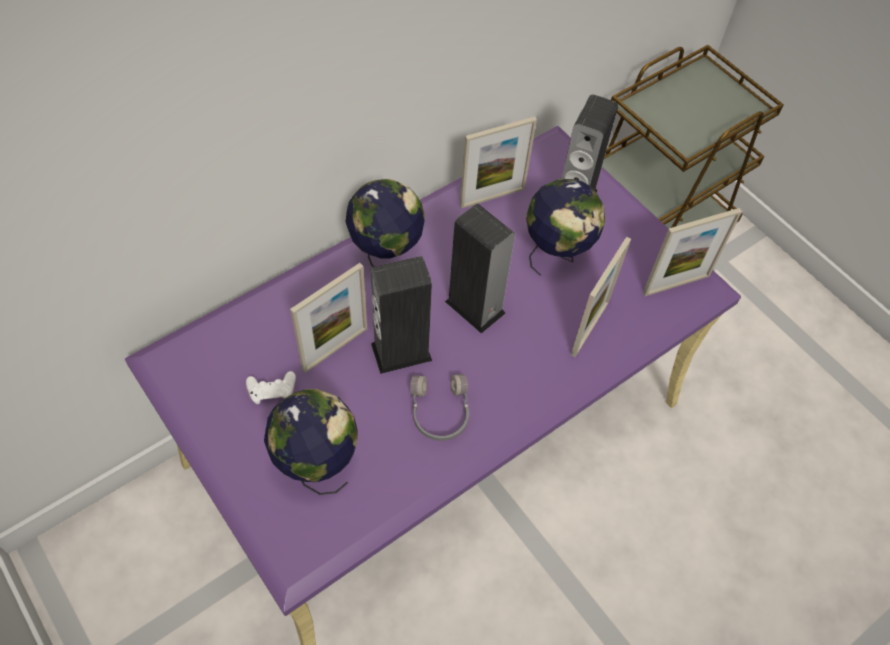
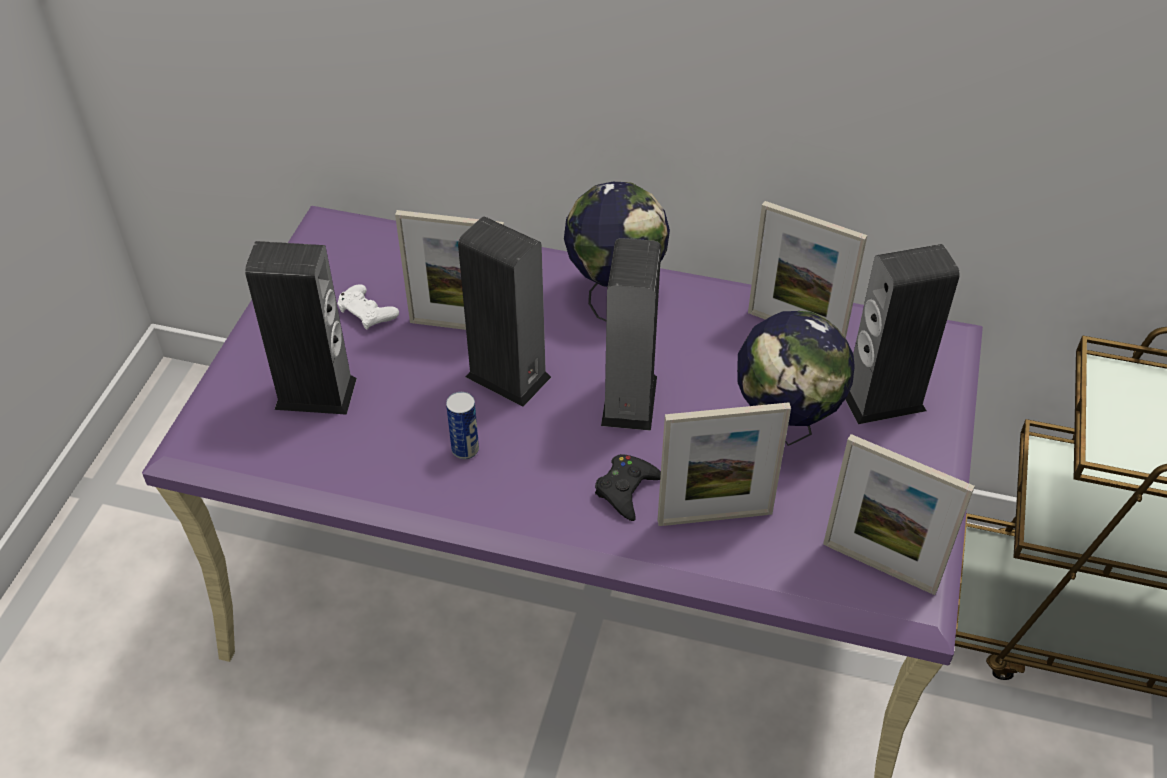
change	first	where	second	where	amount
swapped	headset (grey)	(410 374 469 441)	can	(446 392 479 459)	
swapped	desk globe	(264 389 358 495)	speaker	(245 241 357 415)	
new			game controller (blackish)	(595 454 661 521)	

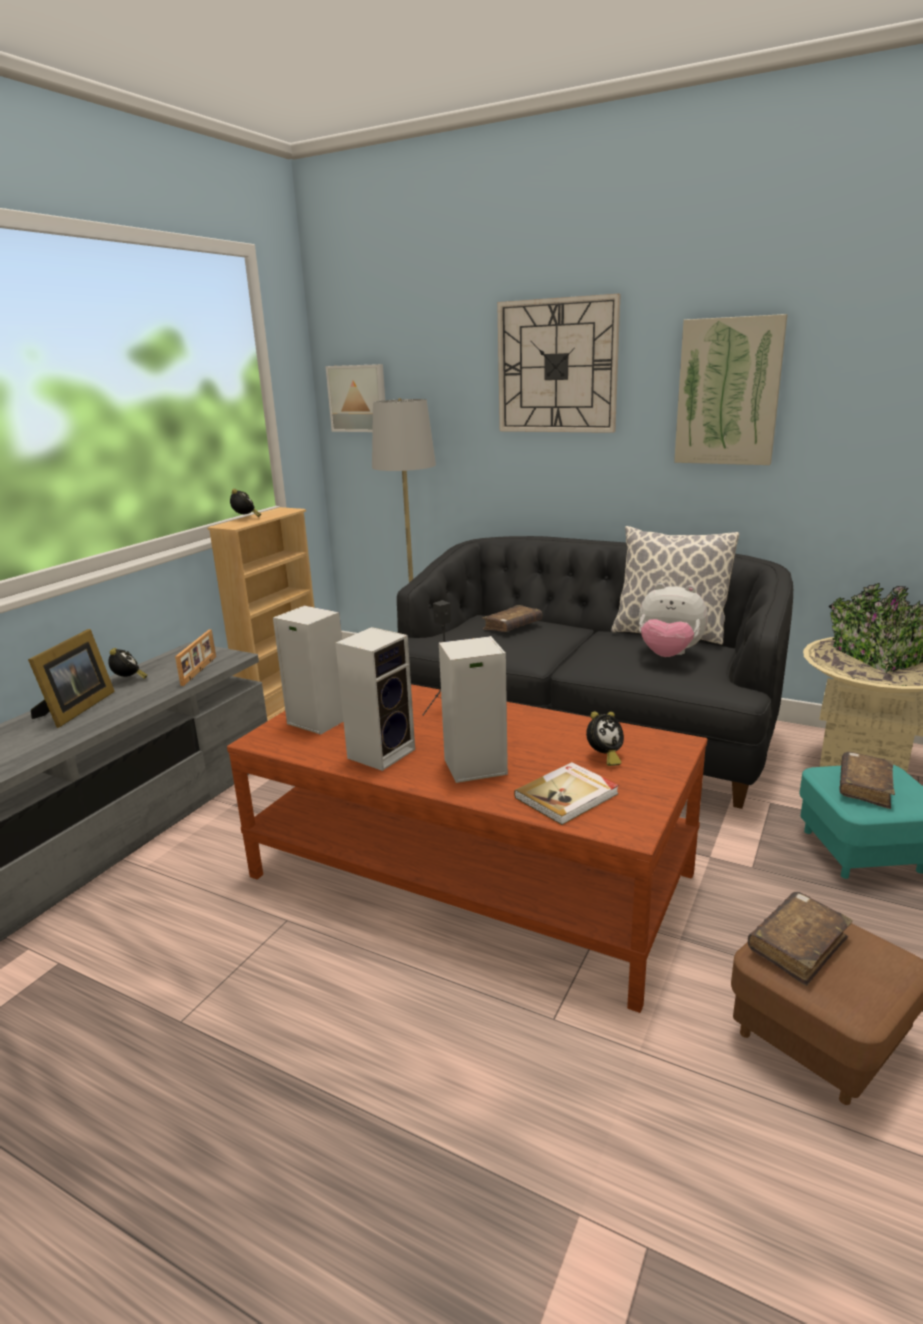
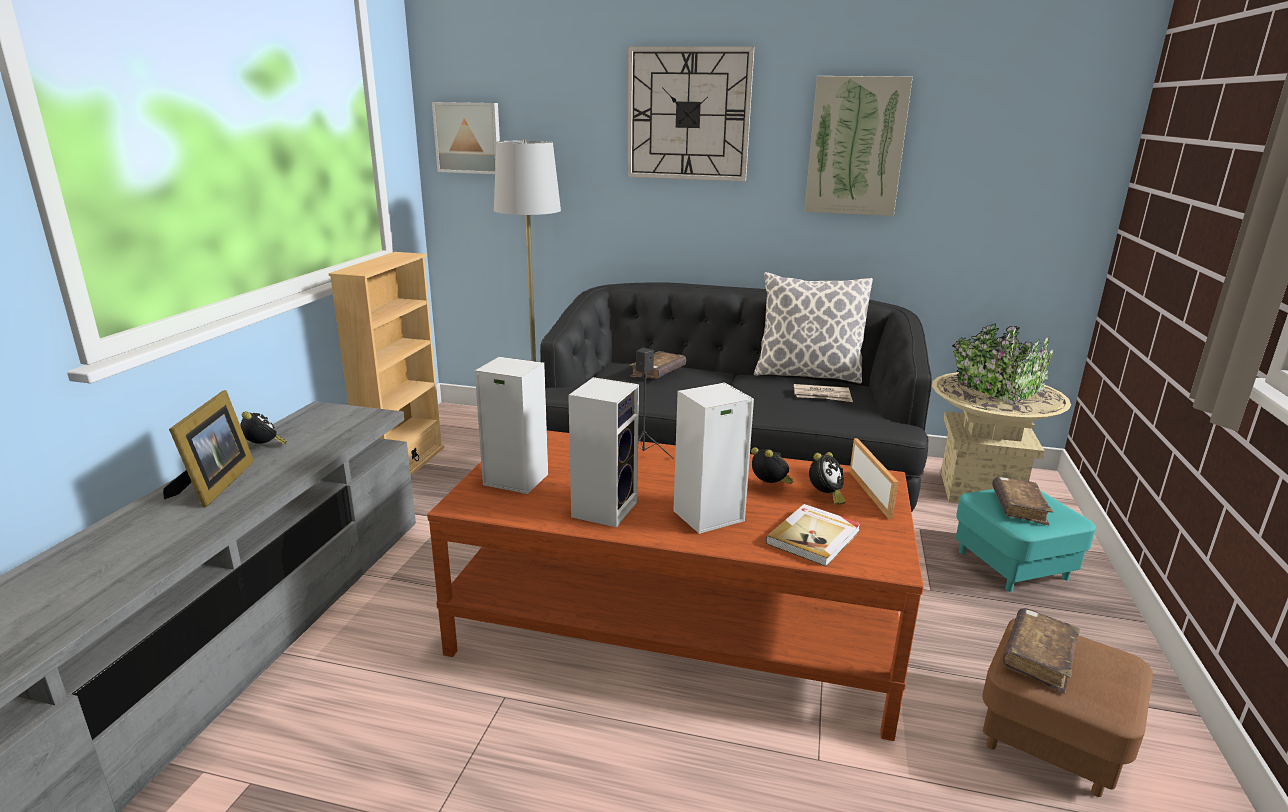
change	first	where	second	where	amount
shifted	table clock	(230 489 261 517)		(751 447 794 484)	
swapped	soft toy	(639 583 708 657)	printed paper	(794 384 853 402)	
shifted	picture frame	(175 630 216 686)		(850 438 898 519)	

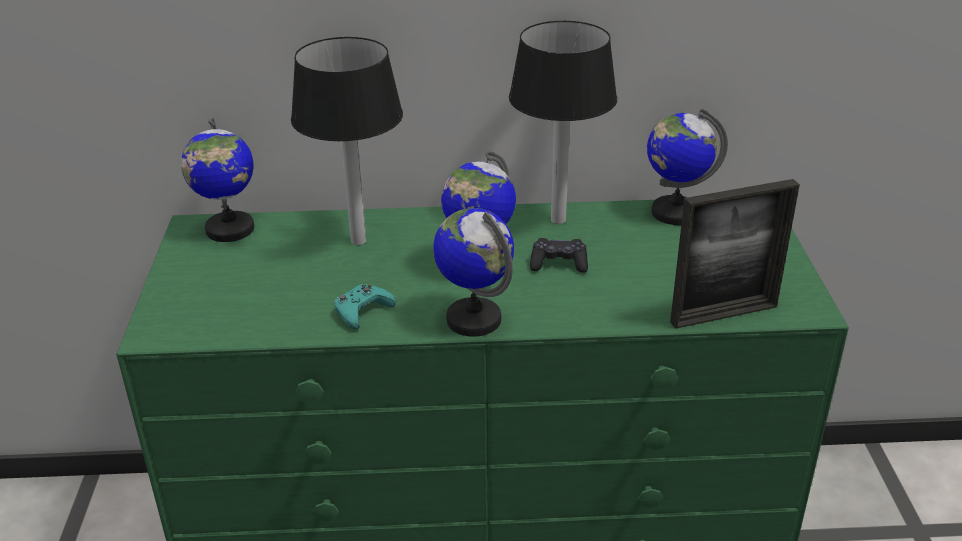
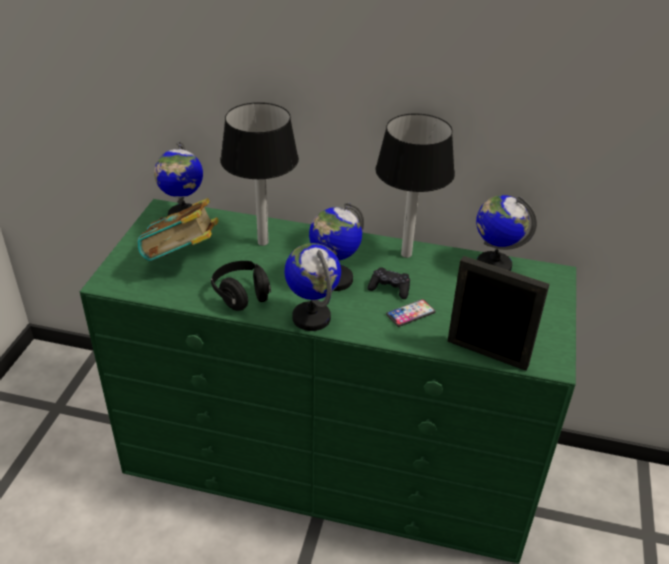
change	first	where	second	where	amount
rotated	picture frame	(670 179 800 329)		(447 256 550 371)	150 degrees counterclockwise
swapped	game controller (blue-green)	(334 284 396 330)	headset (blackish)	(211 261 271 311)	
new			bound book	(137 198 219 261)	
new			handset	(386 299 435 327)	

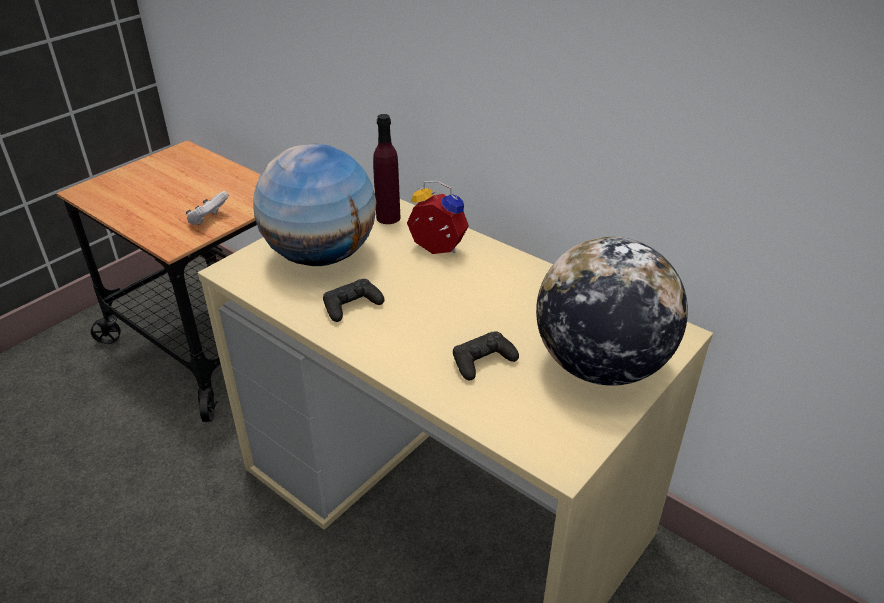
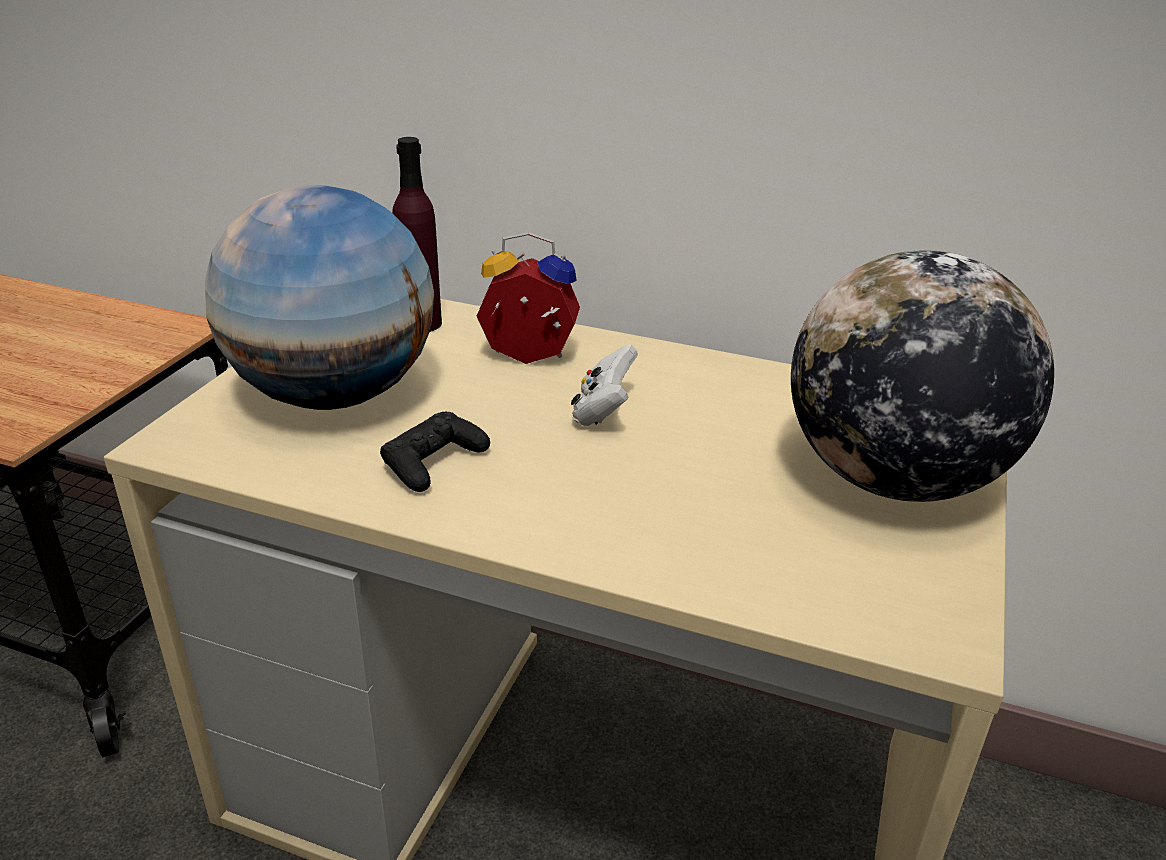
change	first	where	second	where	amount
shifted	game controller (whitish)	(186 191 229 225)		(571 345 638 426)	
gone	game controller (blackish)	(453 331 519 380)			

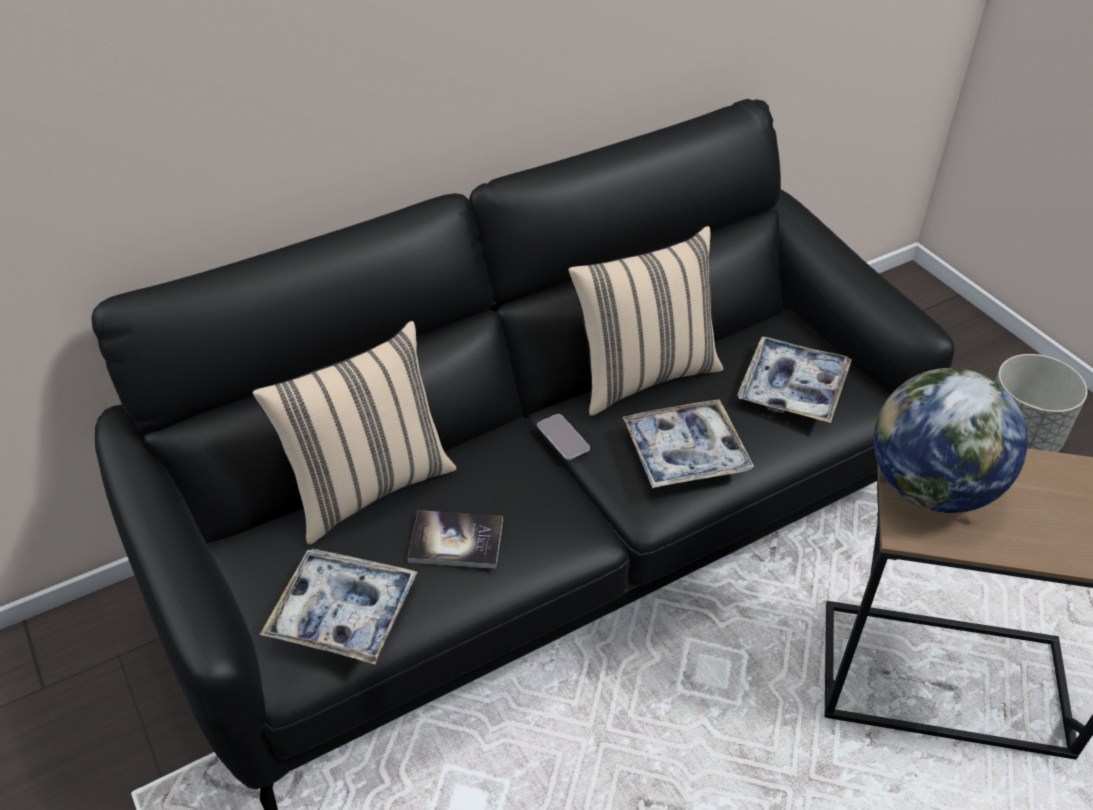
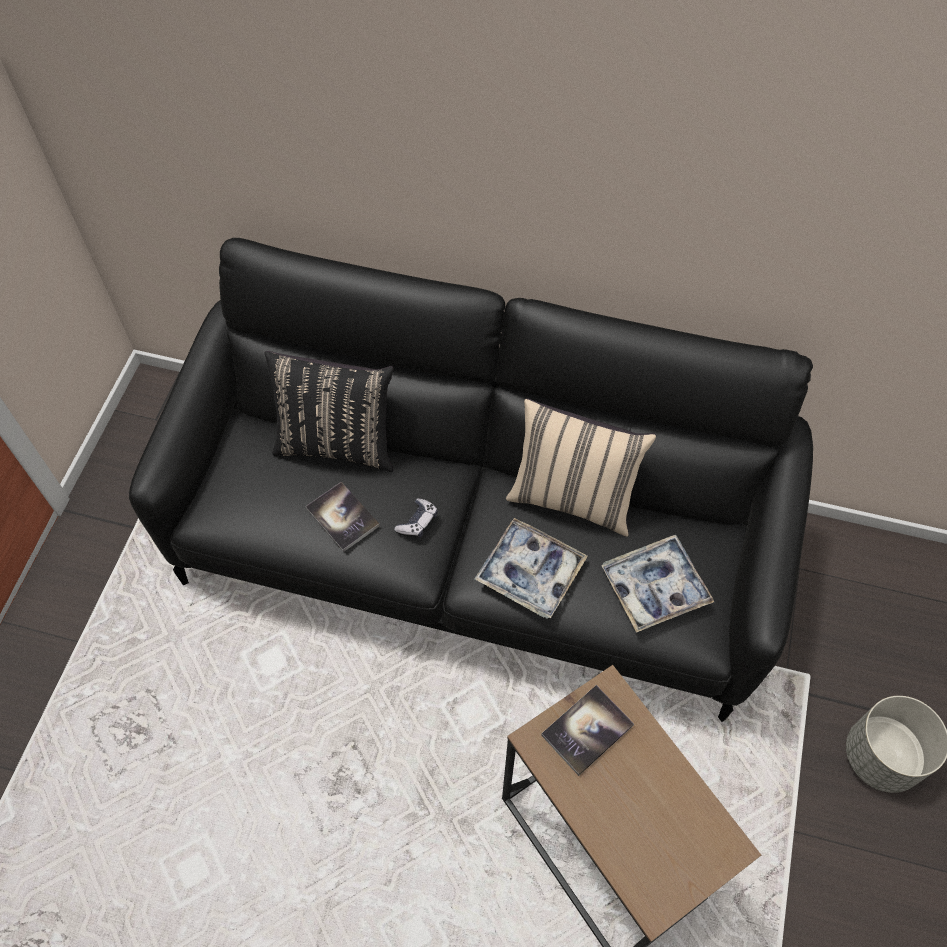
change	first	where	second	where	amount
repainted	cushion (sand-coloured)	(252 321 457 545)	cushion (blackish)	(264 351 394 472)	
swapped	desk globe	(874 368 1028 513)	bound book	(541 685 634 776)	
gone	handset	(537 414 590 460)			
gone	serving tray	(260 549 418 664)			
new			game controller	(394 498 438 538)	

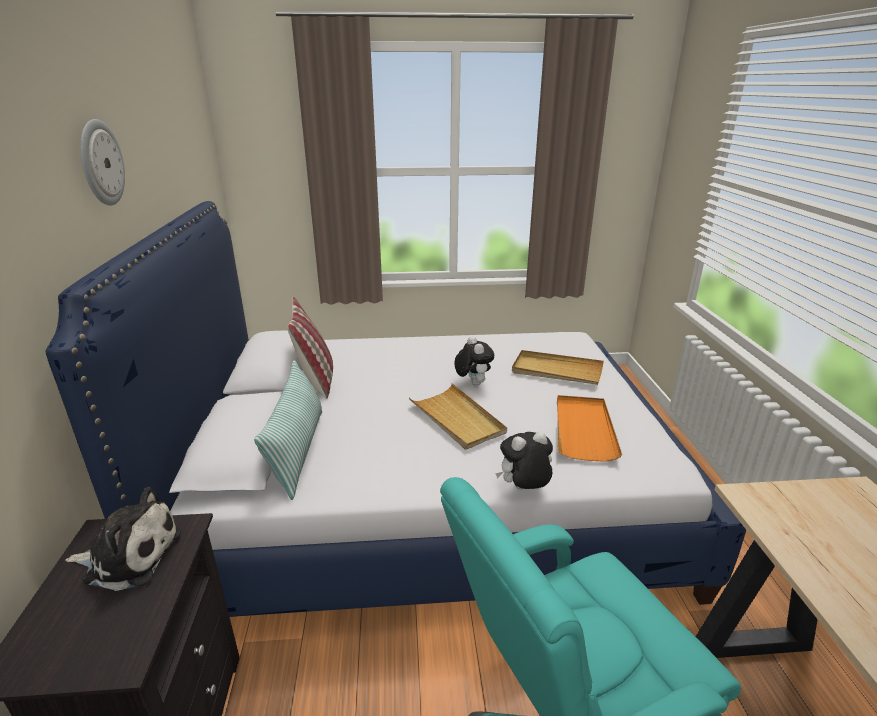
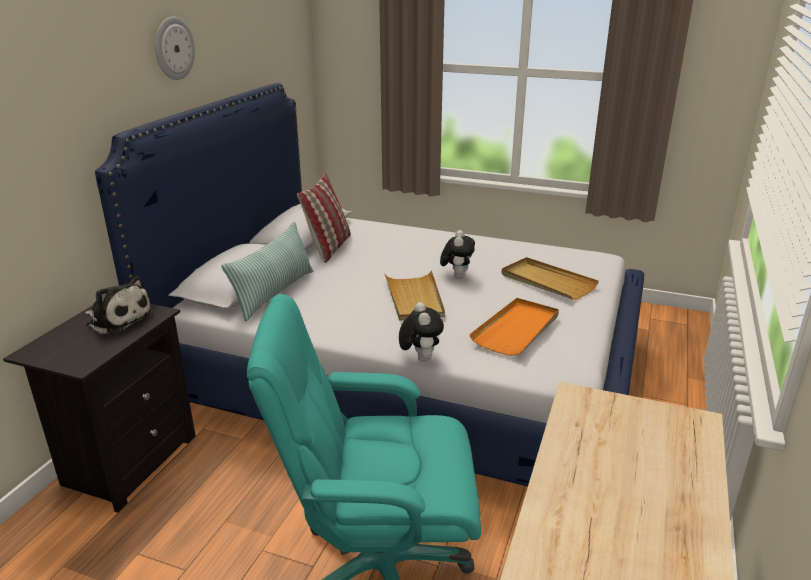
change	first	where	second	where	amount
rotated	soft toy	(495 431 553 490)		(399 302 444 361)	75 degrees clockwise

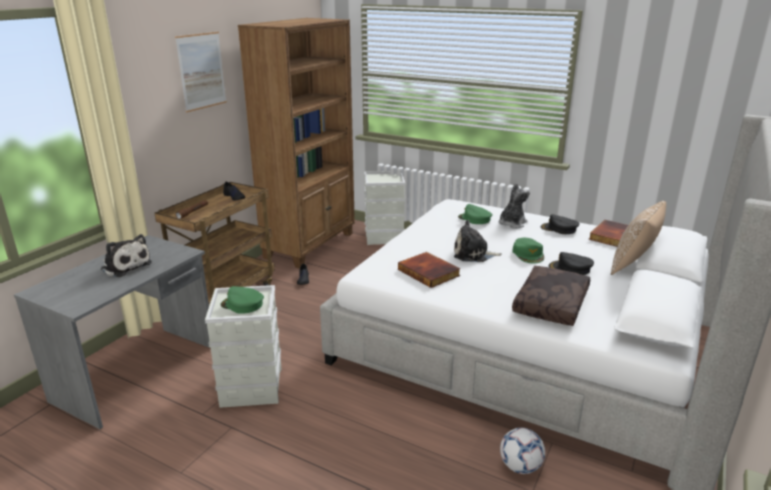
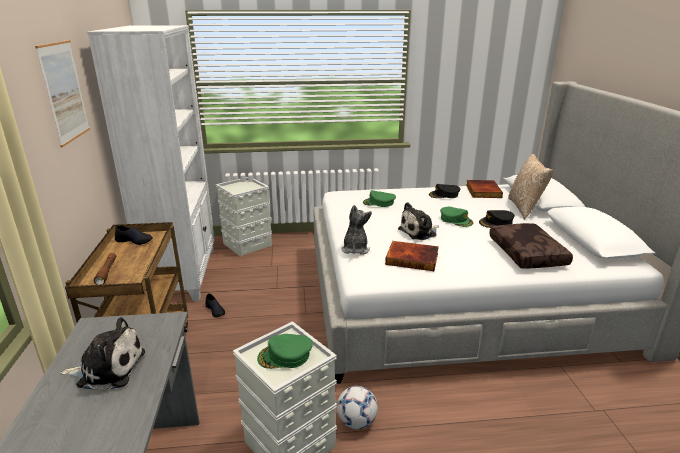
change	first	where	second	where	amount
repainted	bookshelf (brown)	(238 18 355 269)	bookshelf (whitish)	(87 25 215 301)	
shifted	soft toy	(499 183 530 229)		(341 205 372 255)	
shifted	football ball	(500 428 545 474)		(337 386 378 429)	

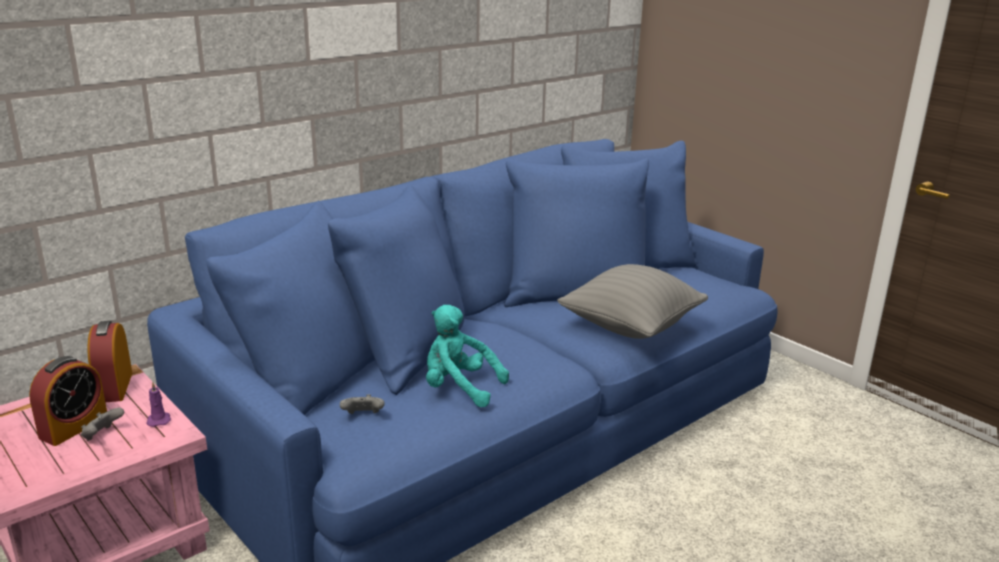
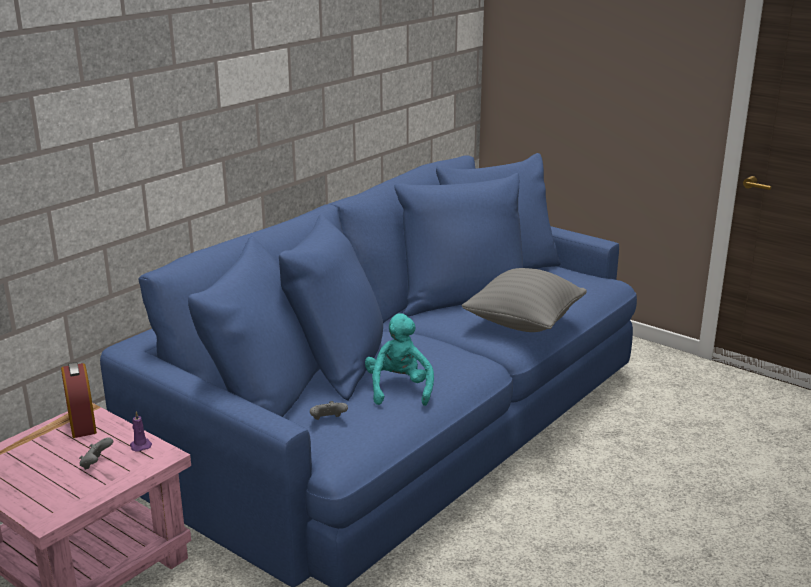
change	first	where	second	where	amount
rotated	soft toy (blue-green)	(426 305 509 407)		(365 313 434 406)	75 degrees clockwise
gone	table clock	(29 356 107 446)			

